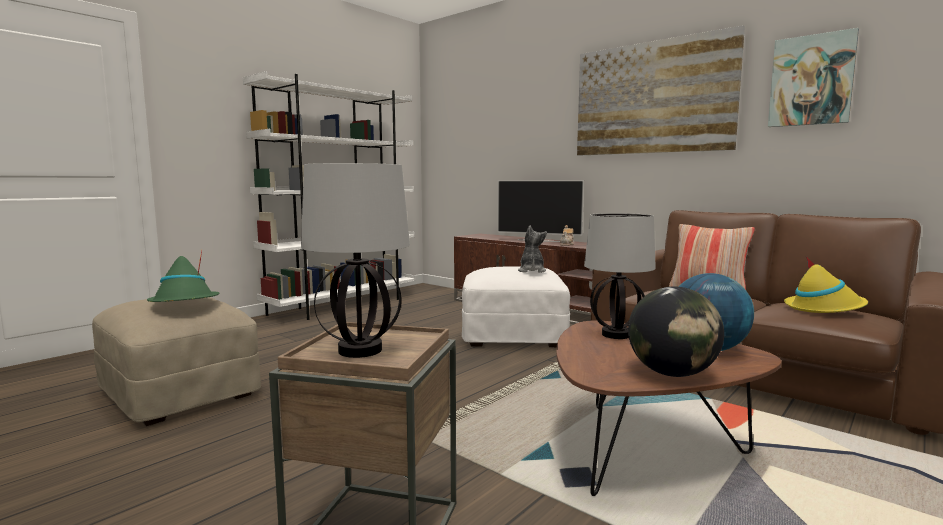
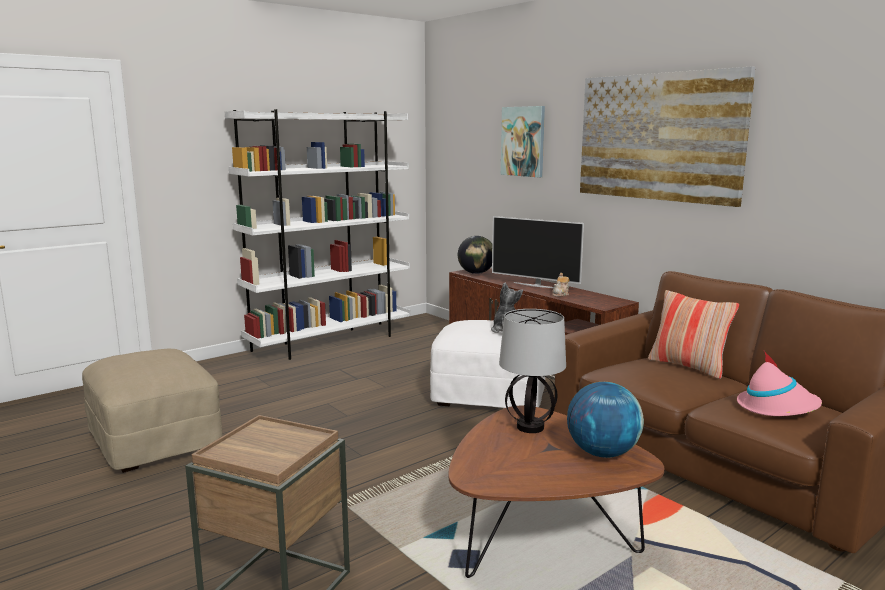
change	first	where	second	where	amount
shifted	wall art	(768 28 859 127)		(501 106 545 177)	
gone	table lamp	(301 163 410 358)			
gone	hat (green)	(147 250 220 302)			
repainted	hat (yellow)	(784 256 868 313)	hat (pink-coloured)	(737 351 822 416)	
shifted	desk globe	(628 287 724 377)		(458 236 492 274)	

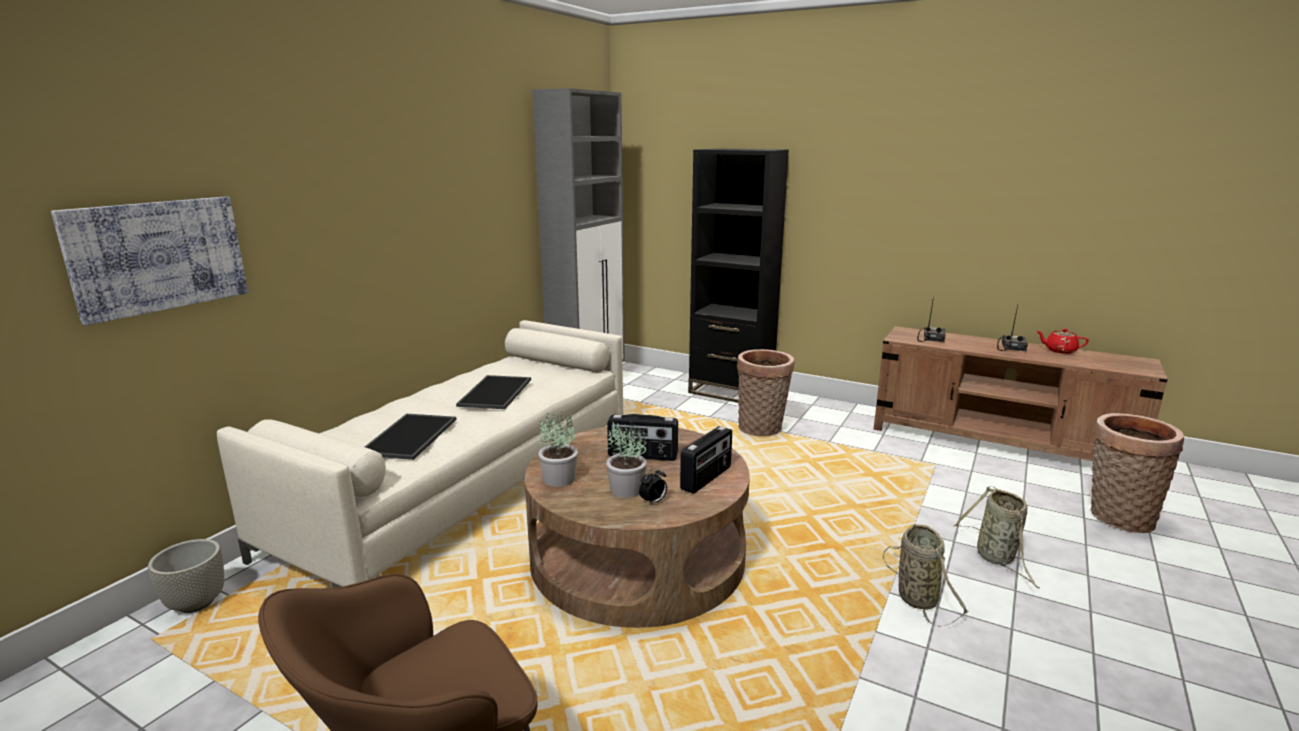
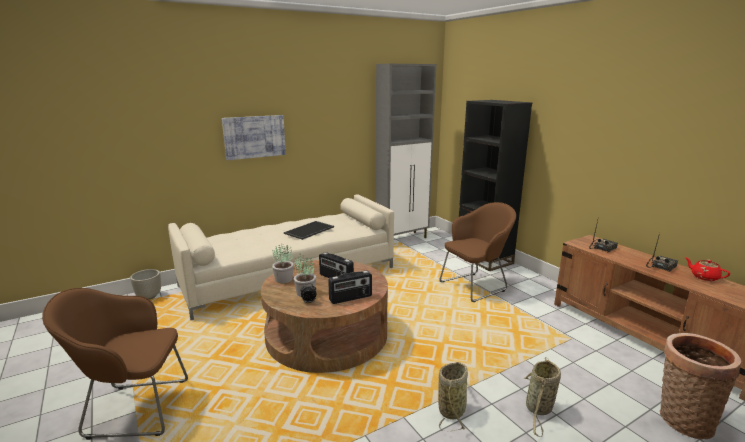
change	first	where	second	where	amount
shifted	wall art	(51 197 248 325)		(222 115 286 160)	
swapped	storage basket	(737 349 795 437)	easy chair (brown)	(439 202 516 302)	
gone	serving tray	(365 414 457 460)			

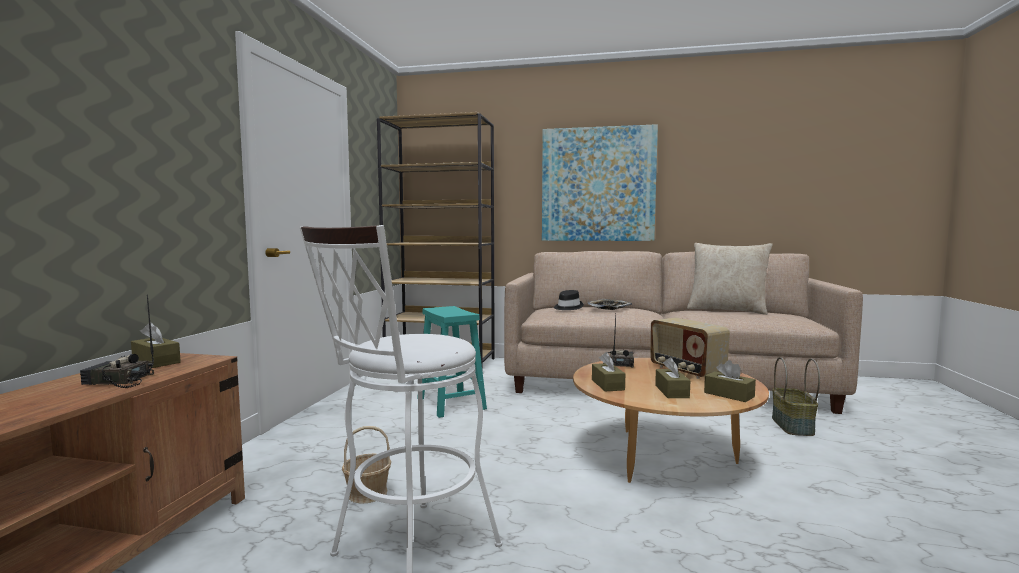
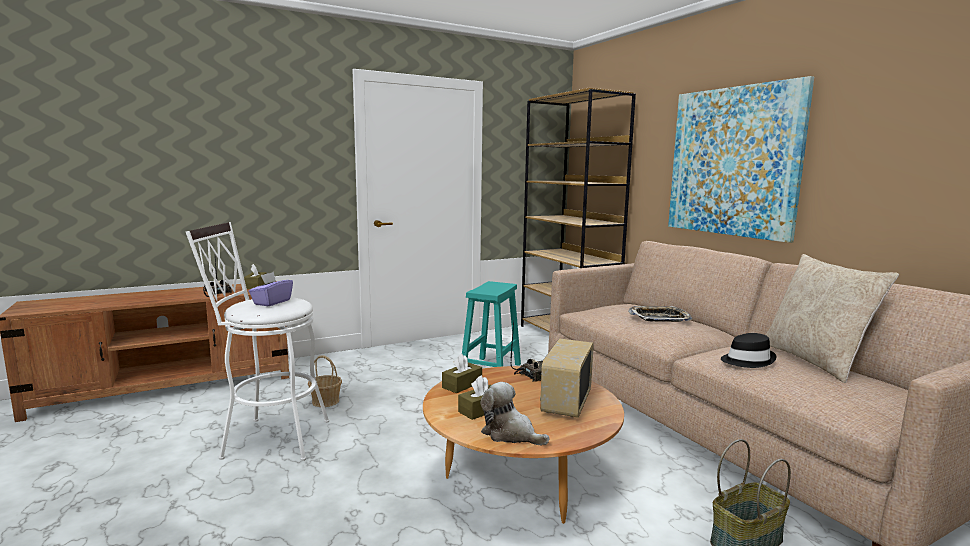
change	first	where	second	where	amount
shifted	hat (blackish)	(554 290 584 310)		(721 333 776 368)	
swapped	tissue holder (brown)	(704 360 756 402)	soft toy	(480 382 550 445)	
new			tissue holder (purple)	(249 272 293 306)	

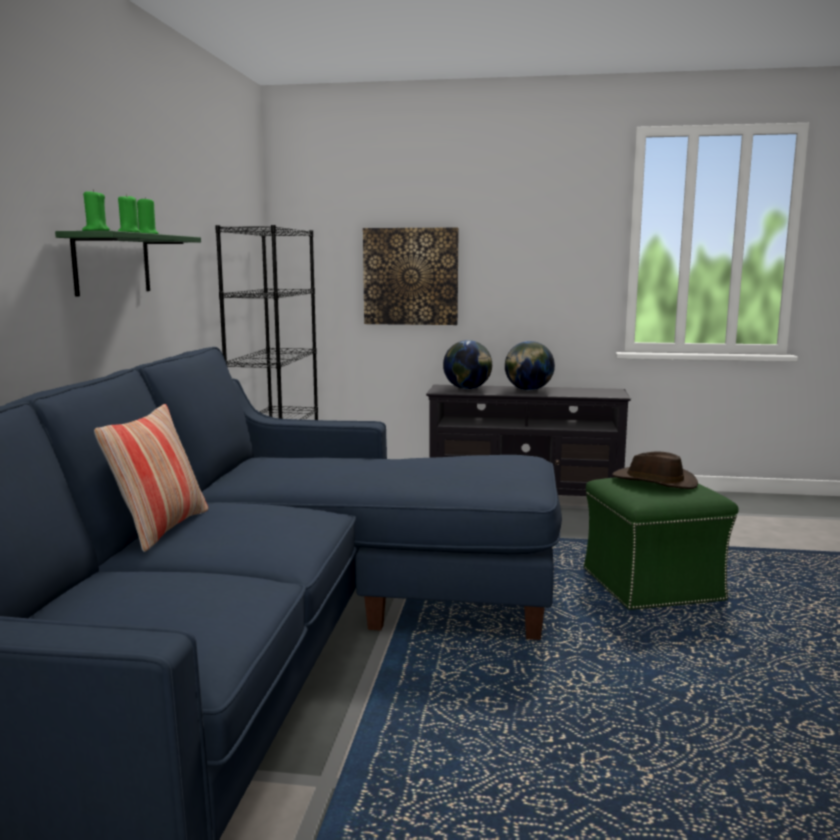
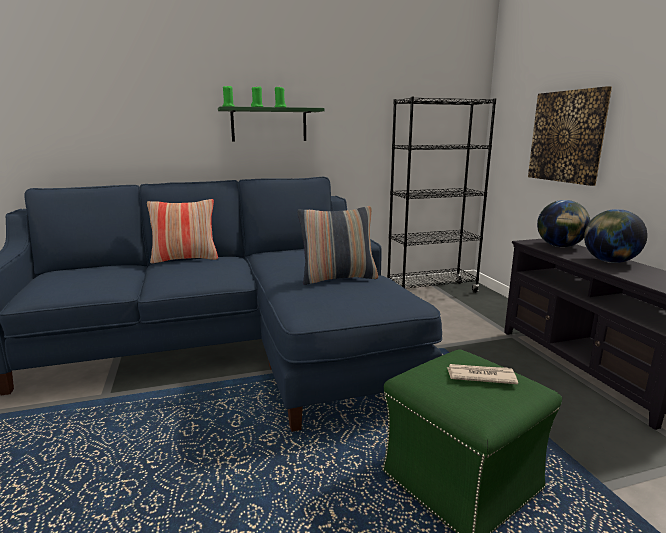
change	first	where	second	where	amount
swapped	hat (brown)	(612 452 698 489)	printed paper	(447 364 518 384)	
new			cushion	(297 206 378 285)	

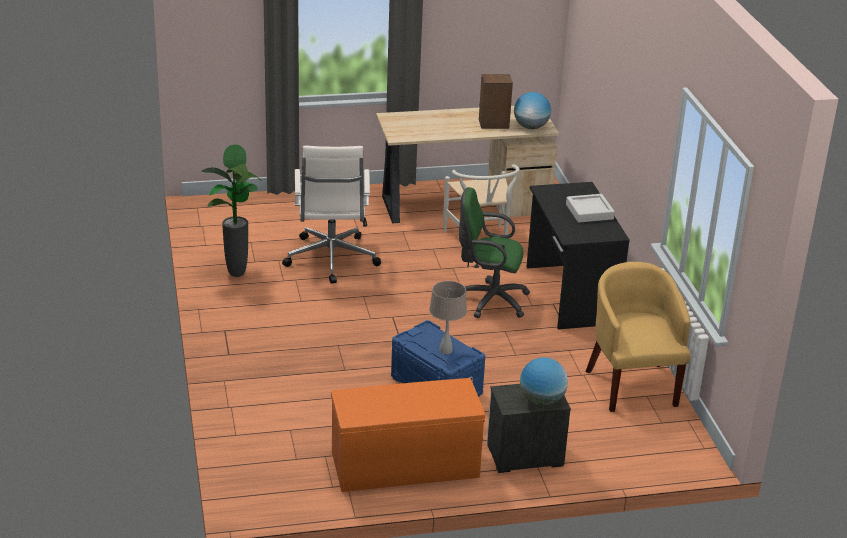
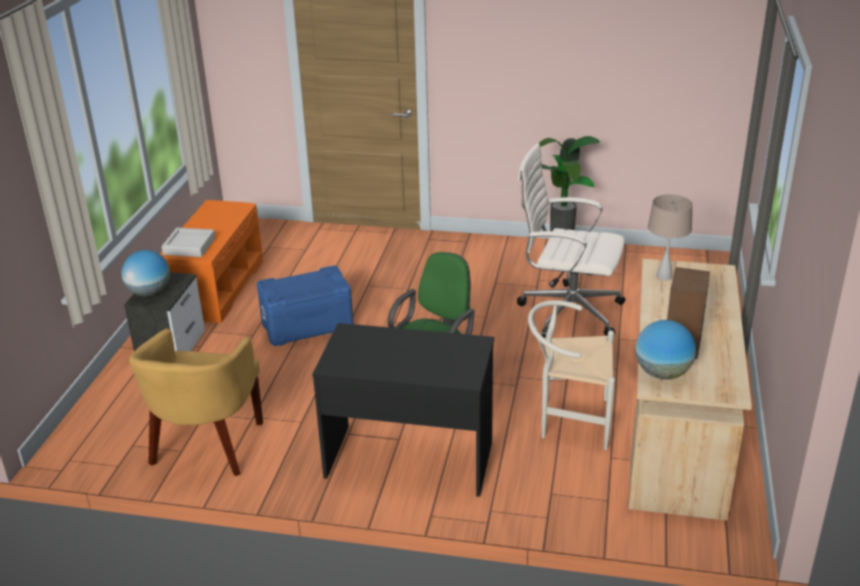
change	first	where	second	where	amount
shifted	serving tray (grey)	(566 194 615 223)		(161 228 215 257)	
rotated	easy chair (yellow)	(585 262 690 412)		(129 328 263 476)	90 degrees clockwise
shifted	table lamp (sand-coloured)	(429 281 467 354)		(648 194 693 280)	

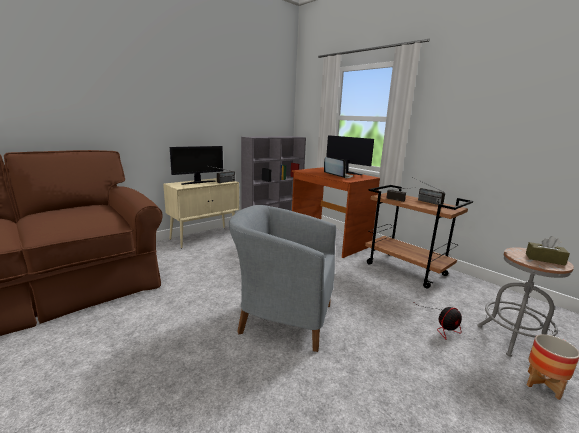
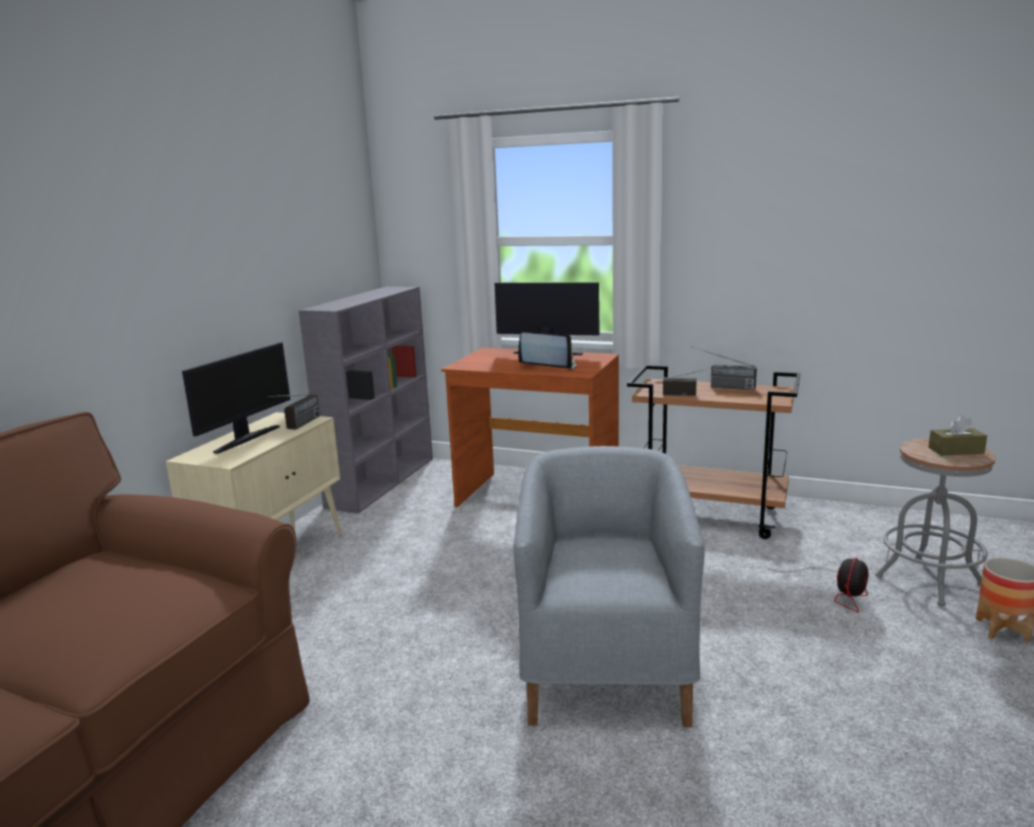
change	first	where	second	where	amount
rotated	easy chair (grey)	(229 205 336 352)		(513 446 705 727)	105 degrees clockwise

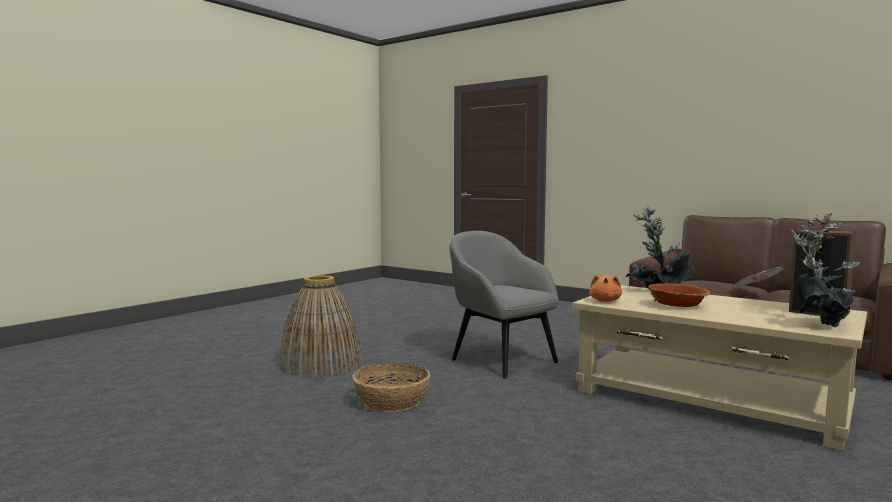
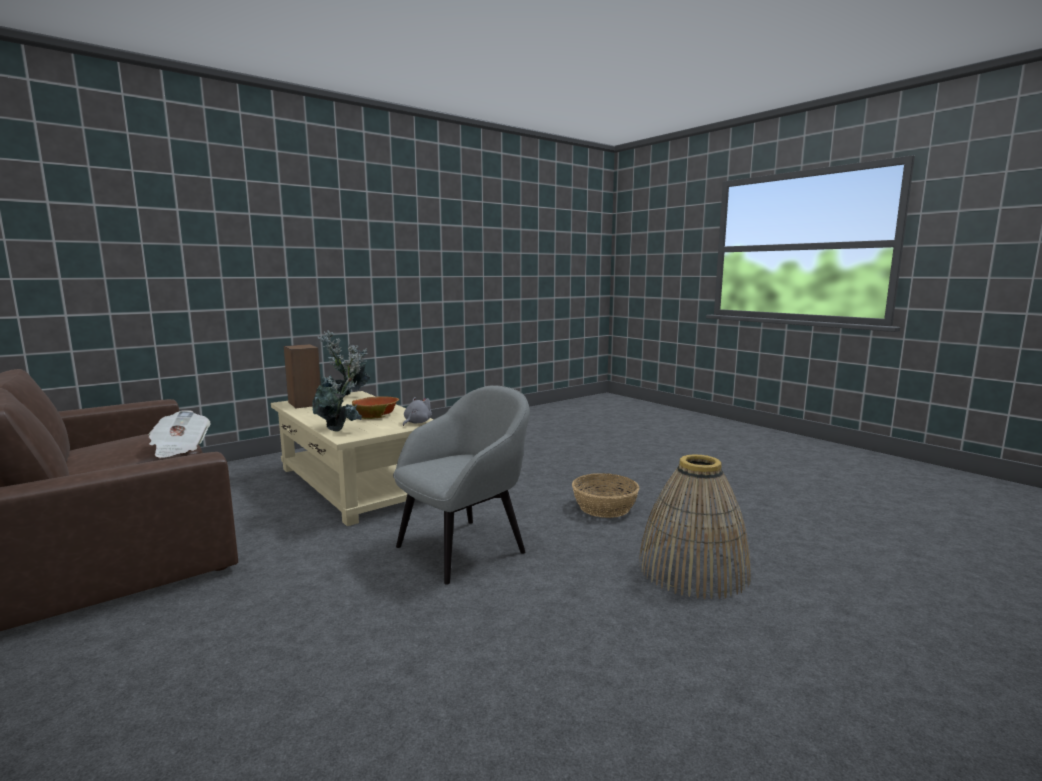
change	first	where	second	where	amount
rotated	easy chair (grey)	(449 231 558 379)		(393 385 530 585)	105 degrees counterclockwise
repainted	soft toy (orangey)	(589 275 622 302)	soft toy (grey)	(403 397 432 426)	

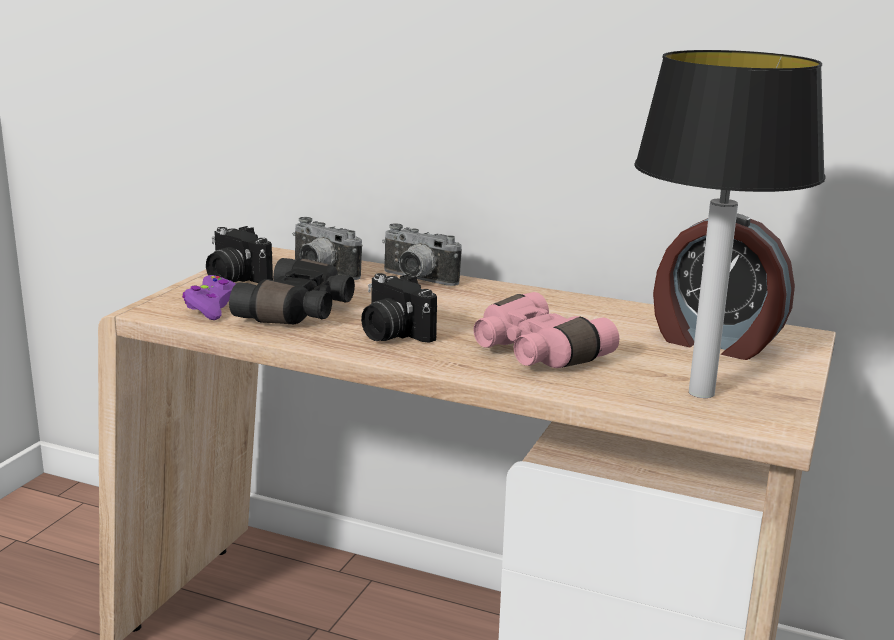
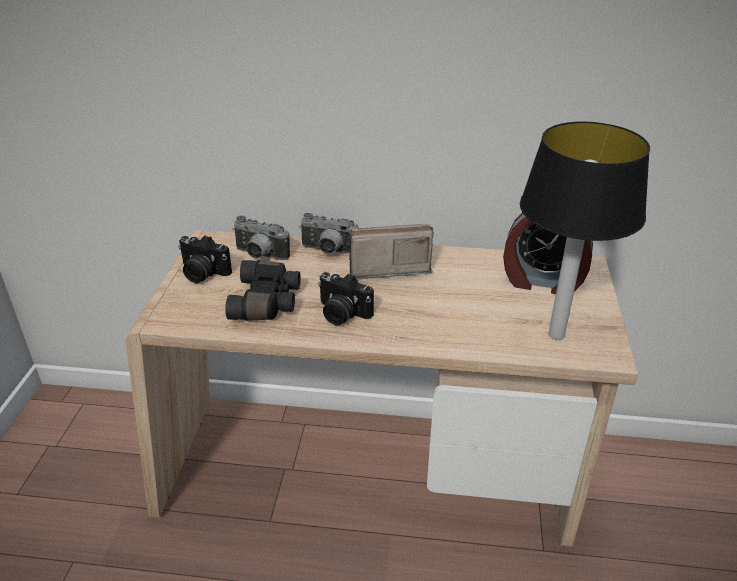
change	first	where	second	where	amount
gone	game controller (purple)	(182 275 236 320)			
gone	binoculars (pink-coloured)	(474 292 619 368)			
new			radio set	(346 224 434 279)	

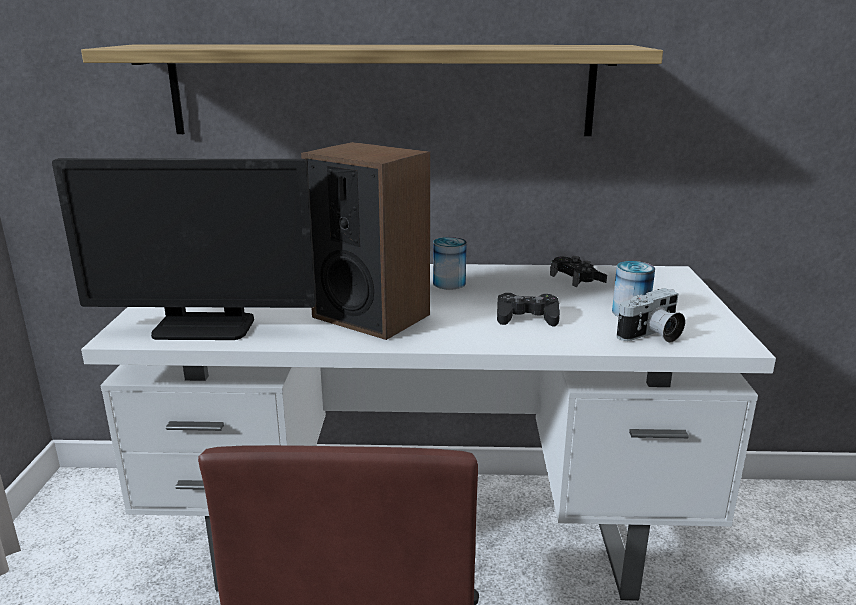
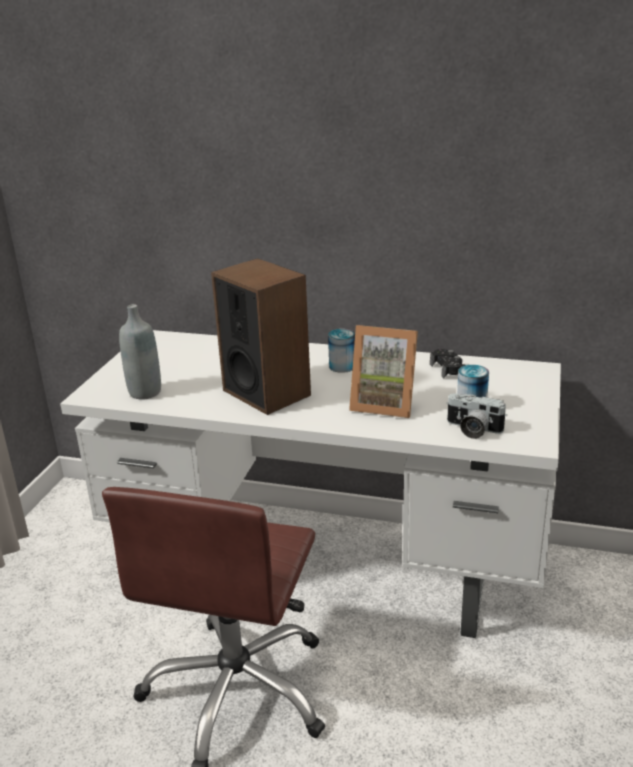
change	first	where	second	where	amount
gone	wall shelf	(81 44 663 136)			
swapped	computer screen	(52 158 316 340)	drink bottle (grey)	(119 304 161 400)	
rotated	still camera	(617 288 685 343)		(446 393 507 439)	45 degrees clockwise
swapped	game controller (blackish)	(497 293 560 327)	picture frame	(349 325 418 418)	

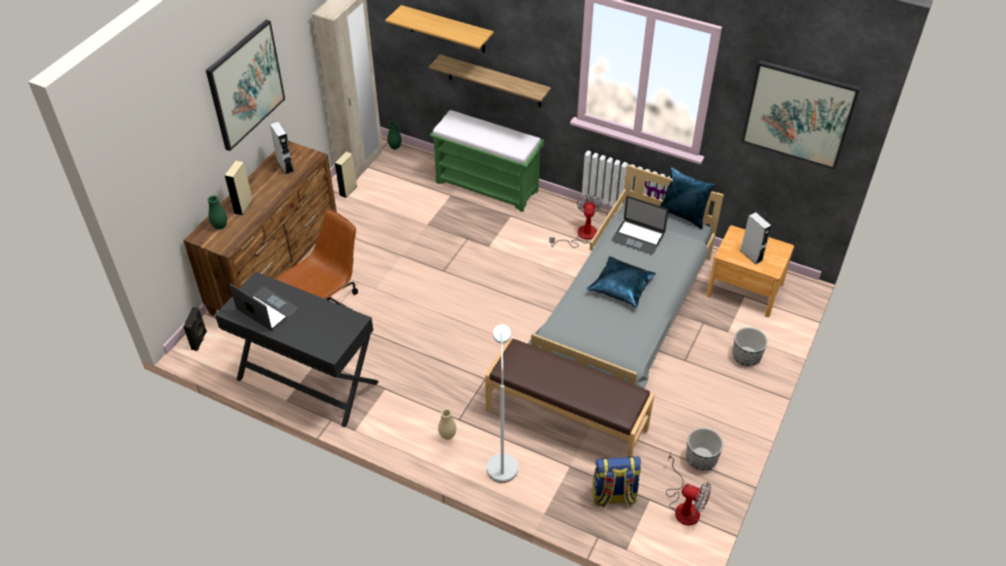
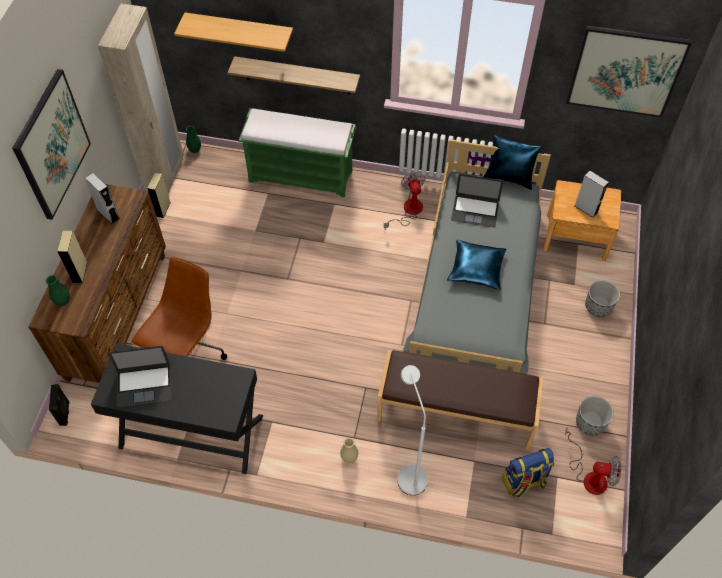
change	first	where	second	where	amount
rotated	laptop	(229 283 298 331)		(108 346 171 407)	150 degrees clockwise

